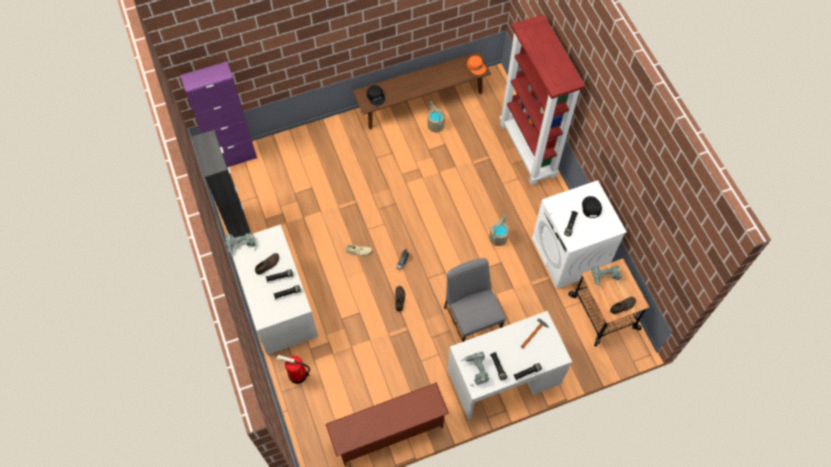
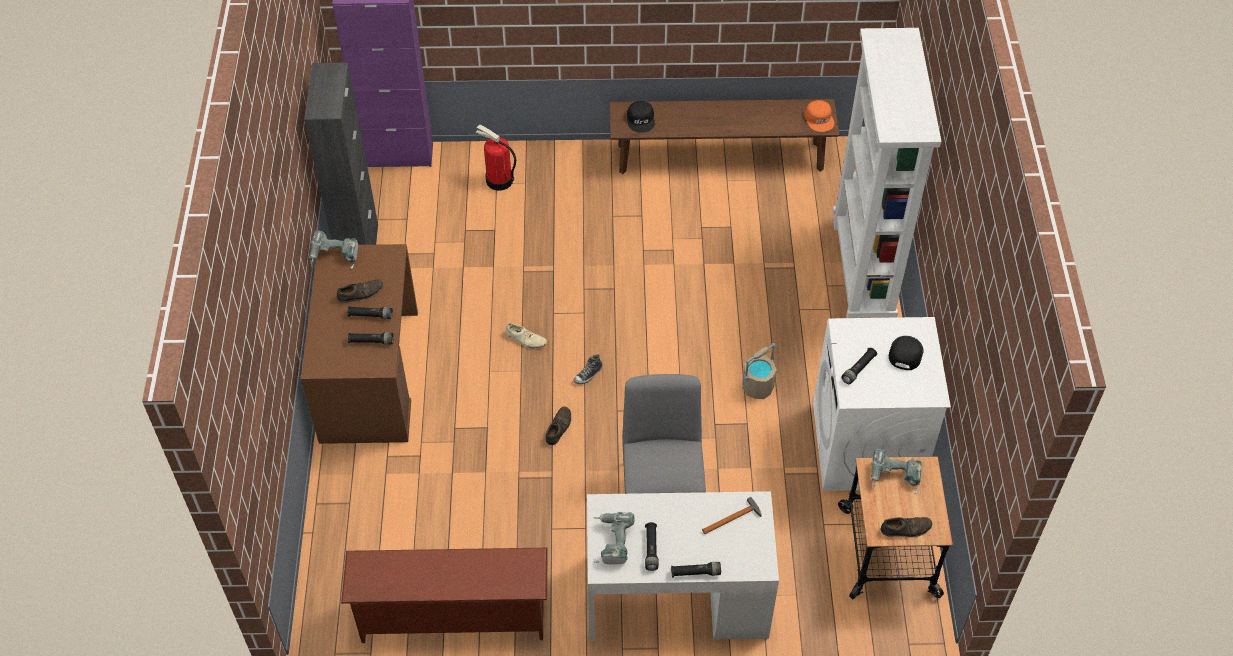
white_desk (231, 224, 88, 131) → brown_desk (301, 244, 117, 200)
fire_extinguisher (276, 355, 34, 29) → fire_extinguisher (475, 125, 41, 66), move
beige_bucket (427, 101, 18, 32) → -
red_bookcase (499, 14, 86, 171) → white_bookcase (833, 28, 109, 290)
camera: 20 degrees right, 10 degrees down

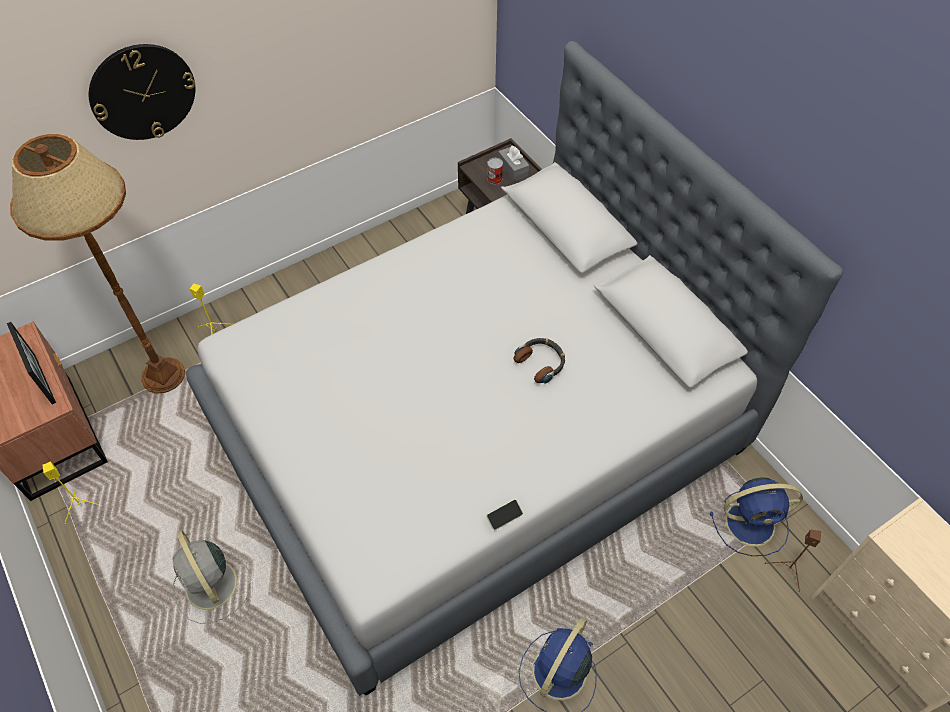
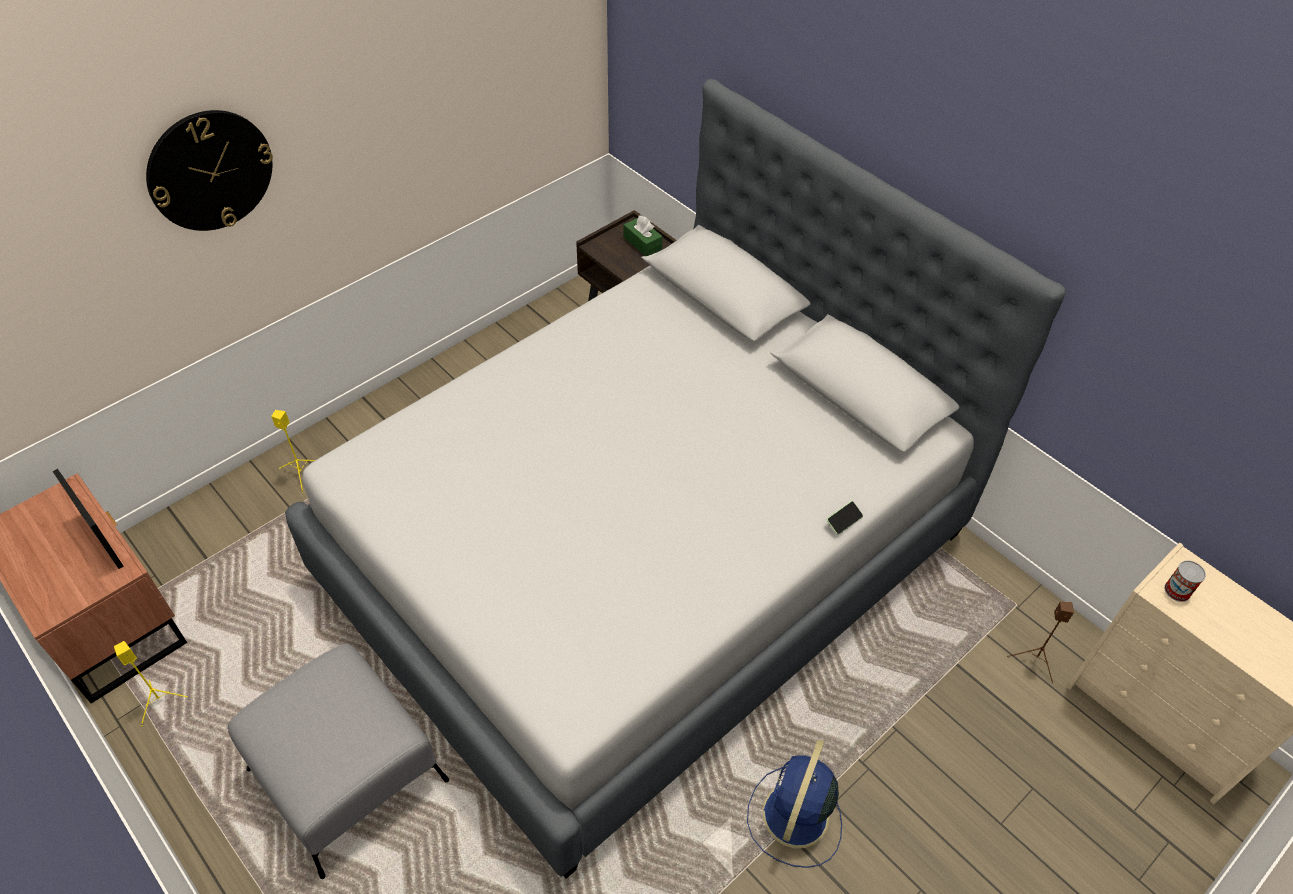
brown_floor_lamp (10, 134, 175, 260) → -
grey_fan (173, 531, 78, 93) → grey_ottoman (228, 643, 221, 236)
phone (486, 499, 37, 31) → phone (827, 501, 36, 34), move
can (487, 158, 16, 26) → can (1164, 560, 42, 42), move
grey_tissue_box (498, 145, 31, 36) → green_tissue_box (624, 215, 39, 41)
headphones (514, 338, 51, 45) → -
blue_fan (710, 477, 93, 79) → -
camera: 10 degrees left, 5 degrees down

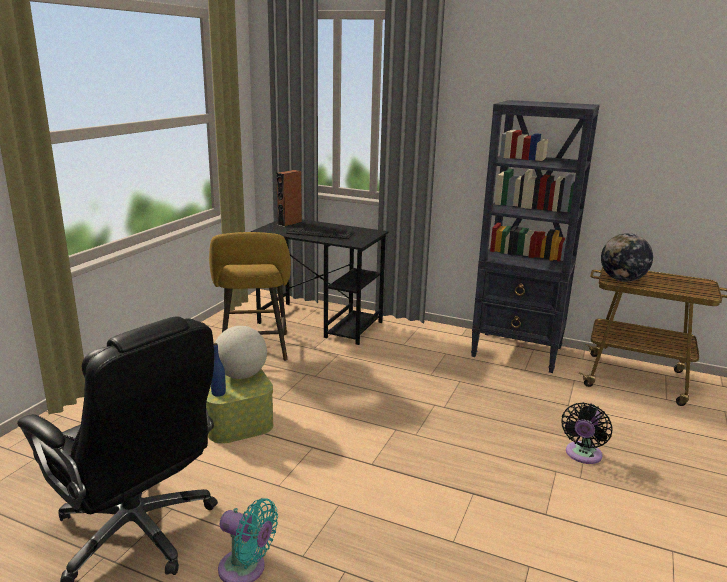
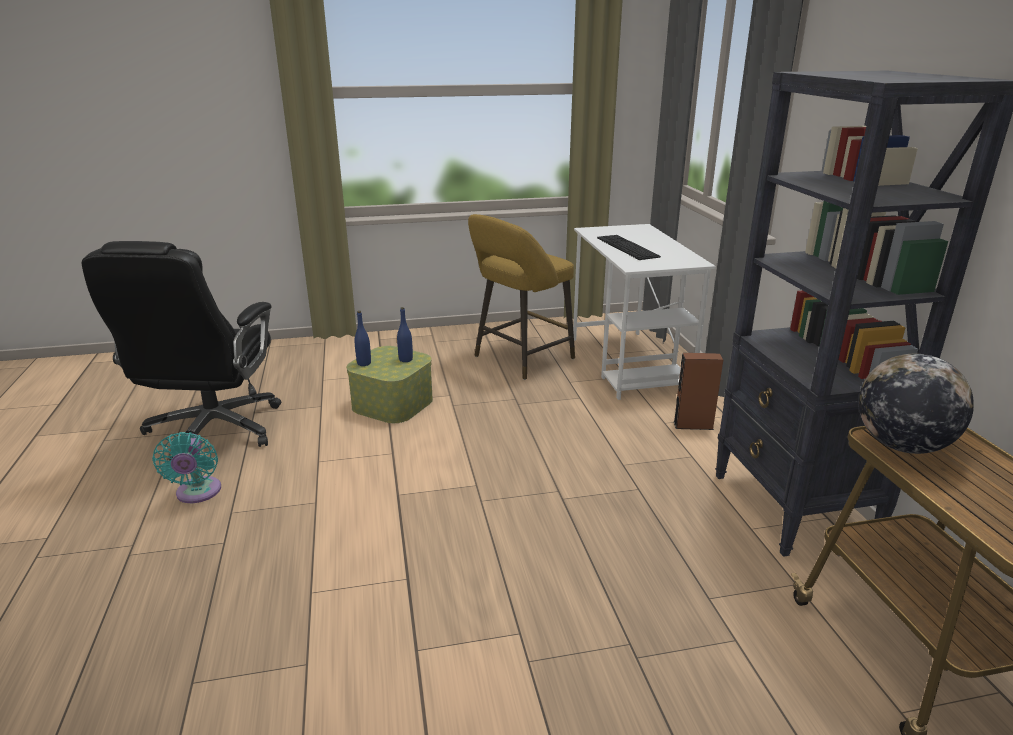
globe (215, 326, 52, 53) → blue_bottle (397, 307, 16, 55)
black_desk (251, 219, 137, 126) → white_desk (573, 224, 143, 176)
brown_speaker (277, 170, 25, 57) → brown_speaker (674, 353, 49, 77), move
black_fan (561, 402, 51, 62) → -
camera: 55 degrees right, 5 degrees up

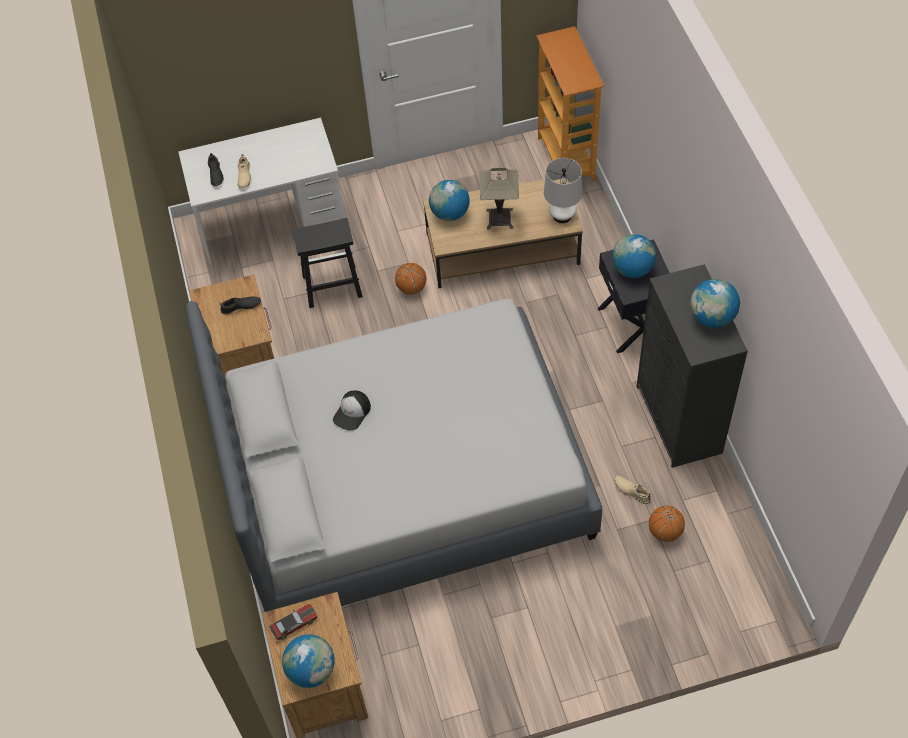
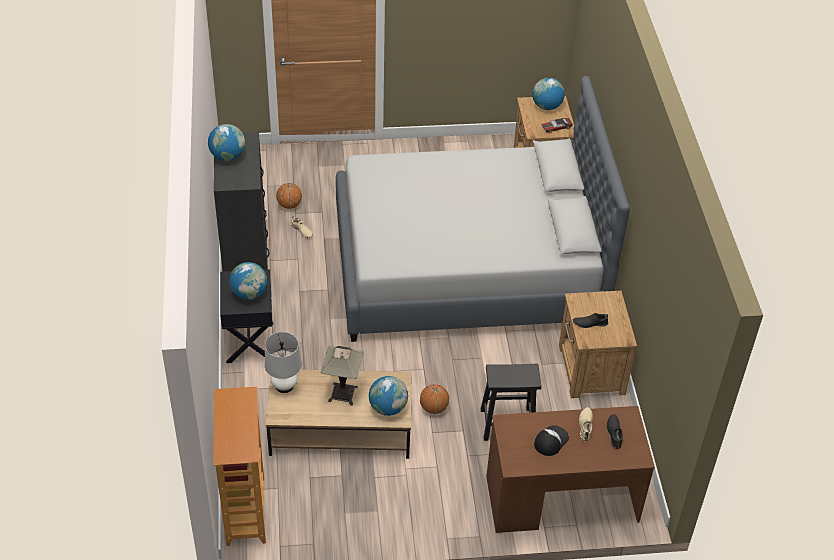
white_desk (178, 118, 167, 146) → brown_desk (486, 406, 169, 127)
cap (333, 390, 38, 41) → cap (534, 425, 35, 31), move
camera: 175 degrees left, 10 degrees down

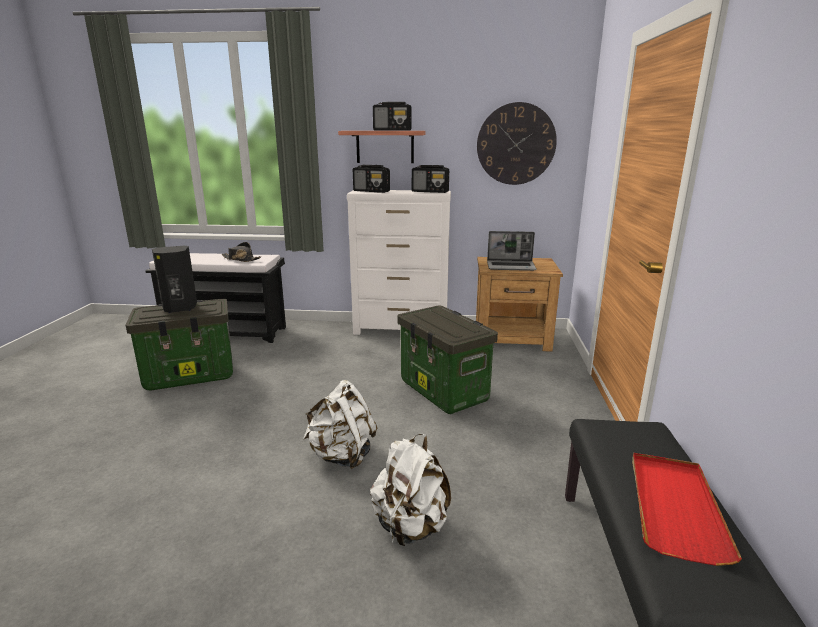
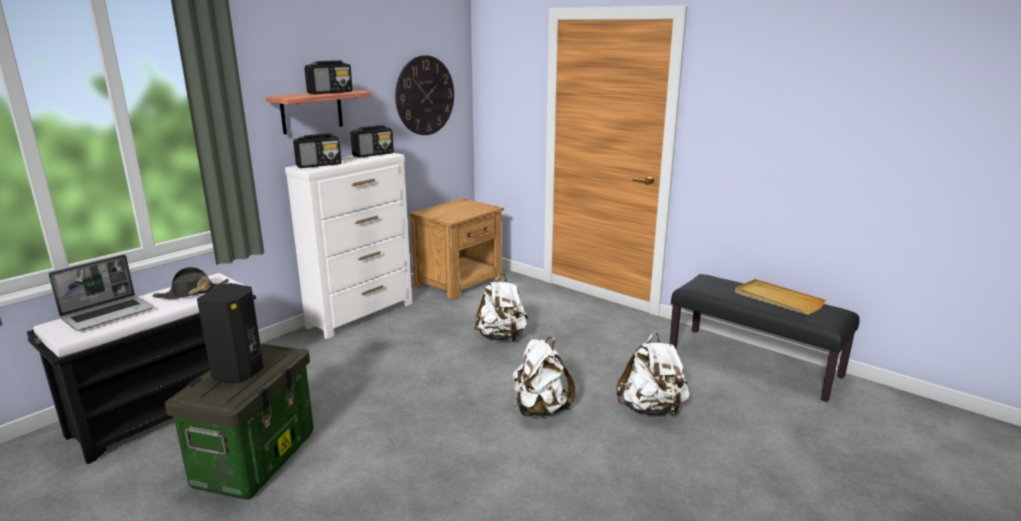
storage_box (397, 306, 101, 108) → white_backpack (474, 274, 54, 68)
laptop (487, 231, 50, 40) → laptop (48, 255, 105, 76), move
red_tray (632, 453, 110, 113) → beige_tray (735, 279, 91, 36)
camera: 55 degrees left, 0 degrees up

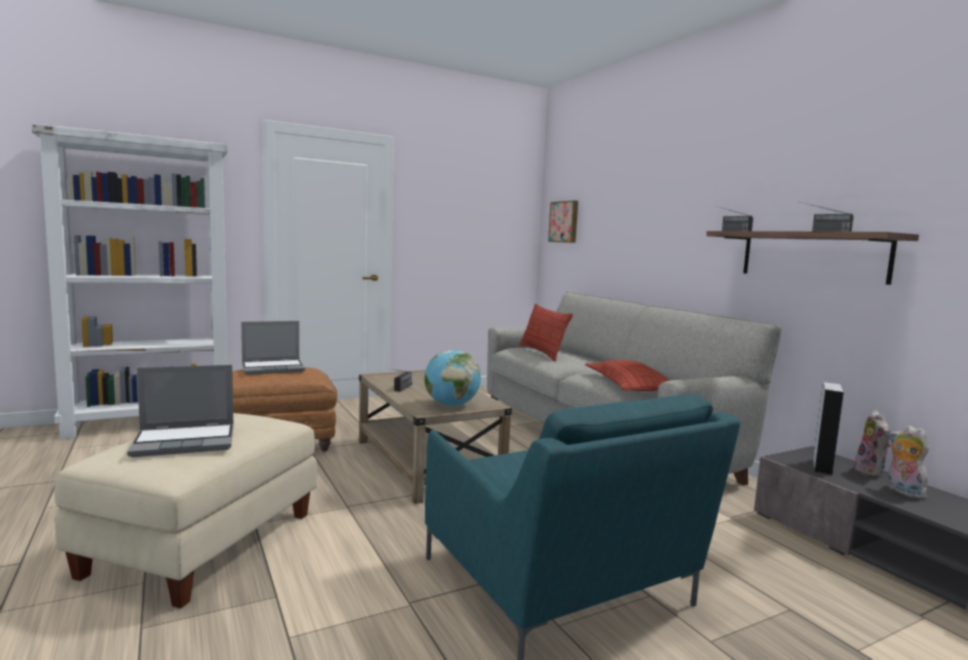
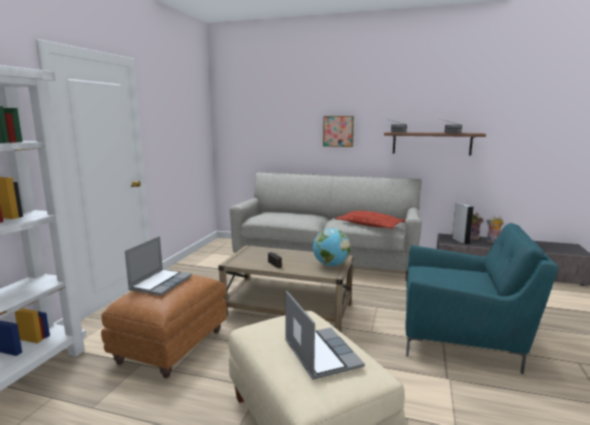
laptop (127, 365, 107, 92) → laptop (285, 290, 80, 90), 45 degrees counterclockwise
pillow (519, 304, 54, 57) → -
picture (548, 201, 30, 42) → picture (323, 116, 31, 31), move
camera: 45 degrees left, 5 degrees up

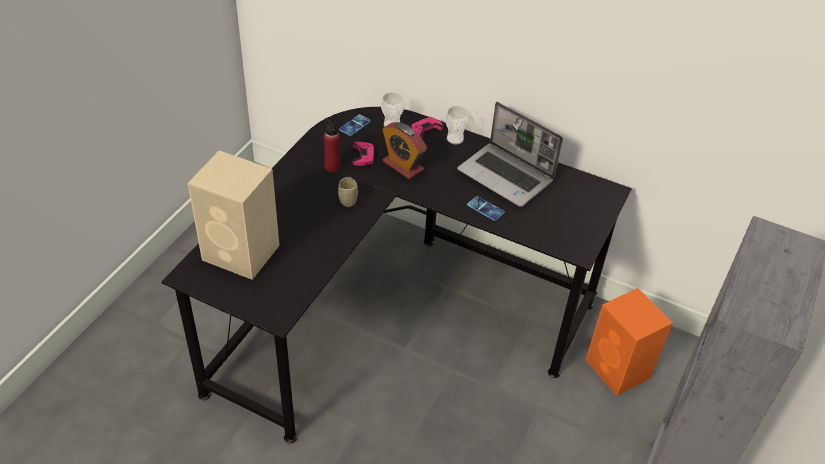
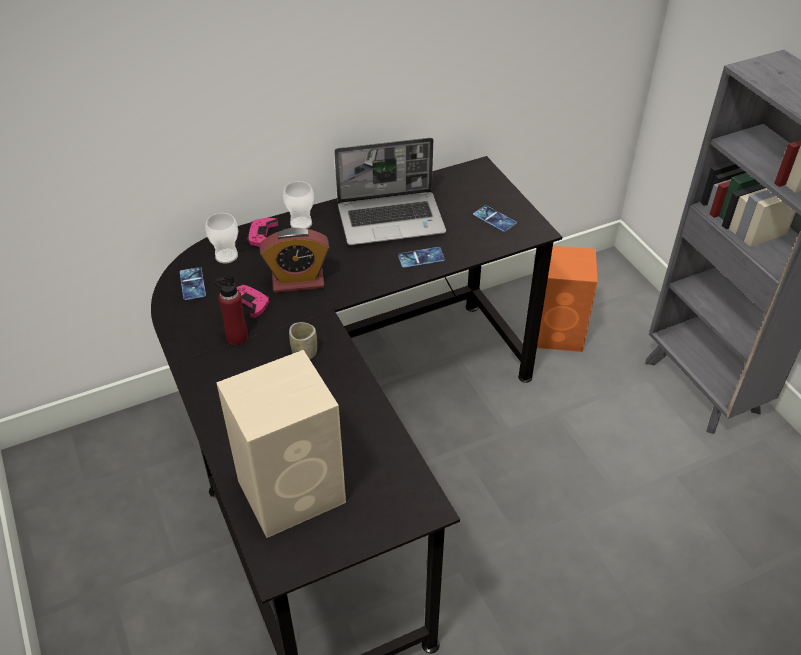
- → phone (473, 205, 44, 27)
camera: 50 degrees left, 0 degrees up

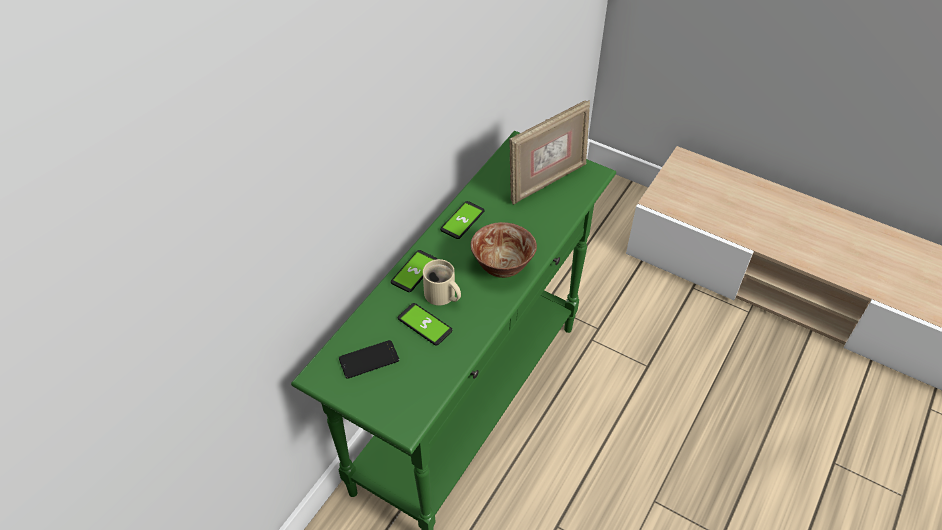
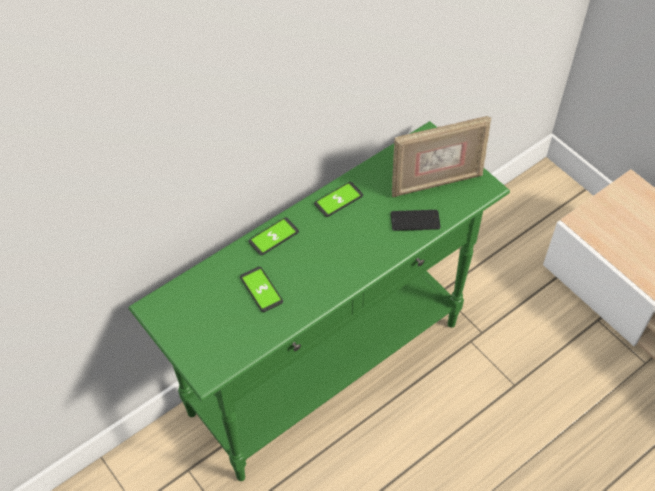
phone (339, 340, 60, 39) → phone (391, 210, 49, 21), move
beige_mug (423, 259, 38, 47) → -
bowl (471, 222, 66, 56) → -
camera: 20 degrees right, 5 degrees up

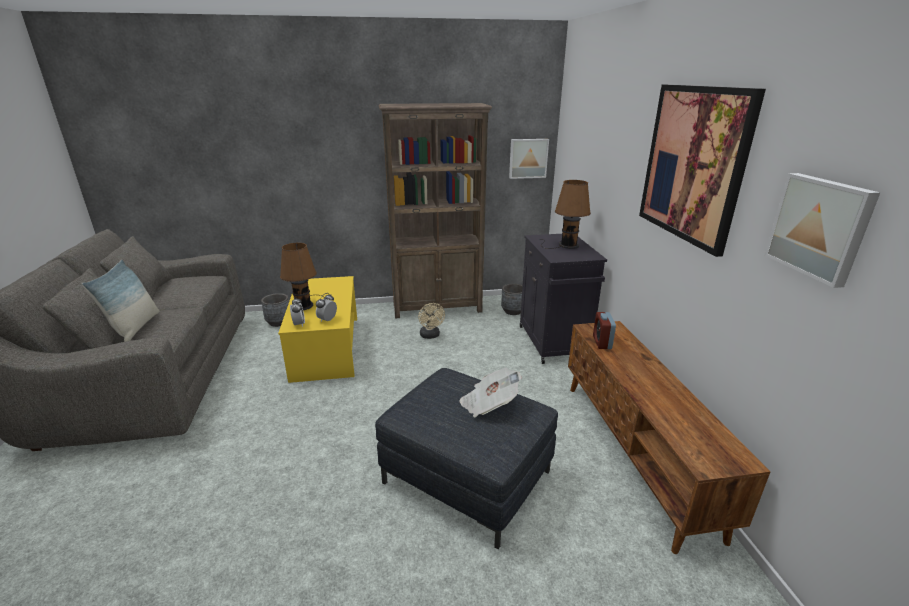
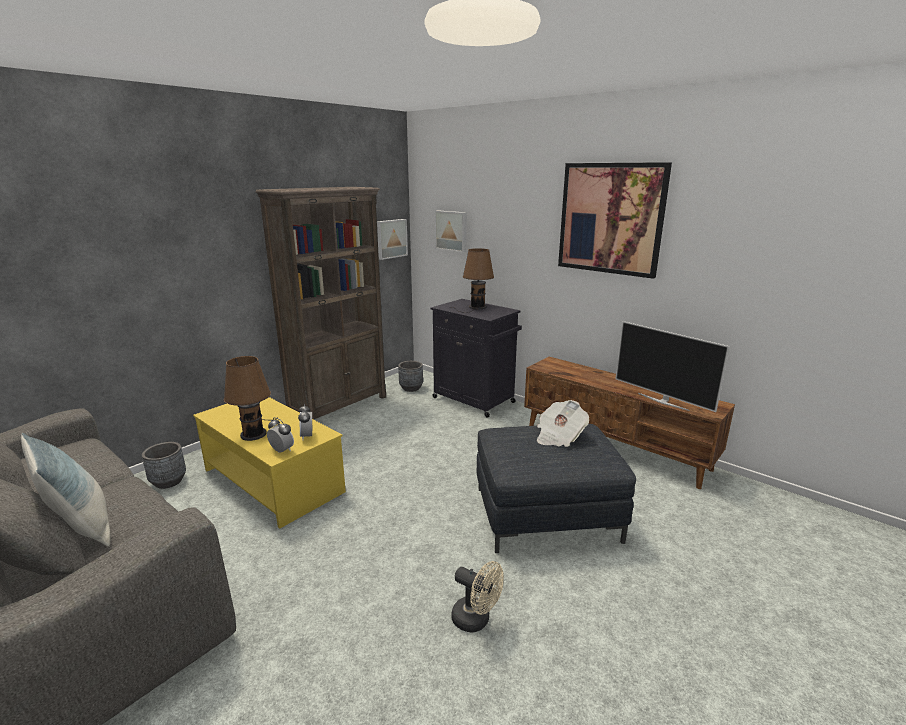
beige_fan (418, 303, 27, 36) → beige_fan (451, 561, 53, 72), move
alarm_clock (593, 312, 23, 37) → -
picture (764, 173, 116, 115) → picture (435, 210, 32, 42), move
- → television (615, 321, 115, 91)
camera: 40 degrees left, 5 degrees down

